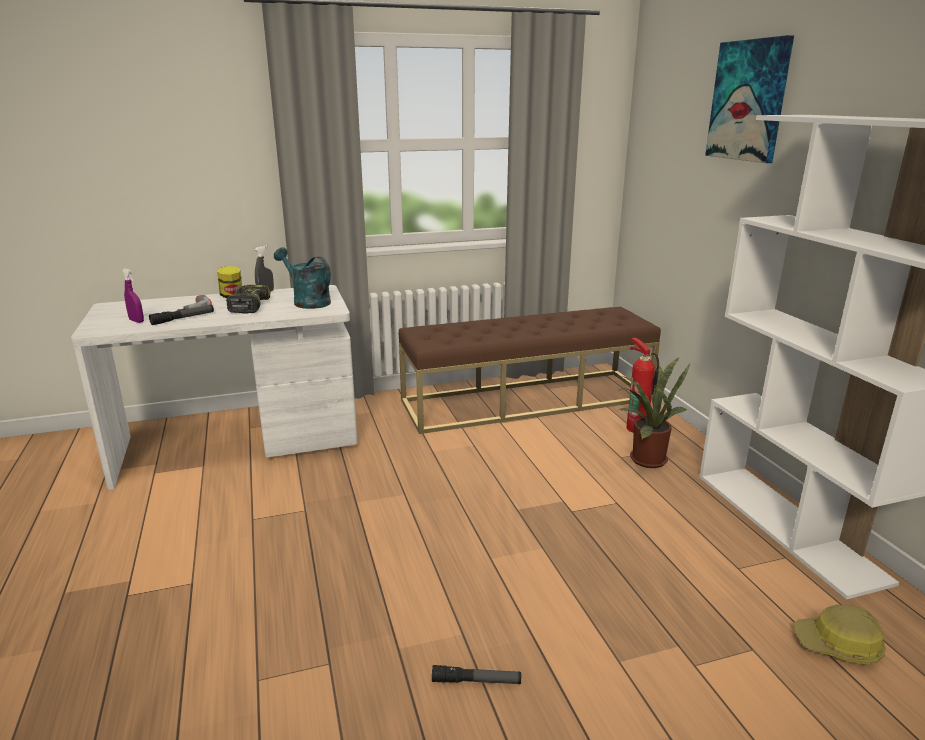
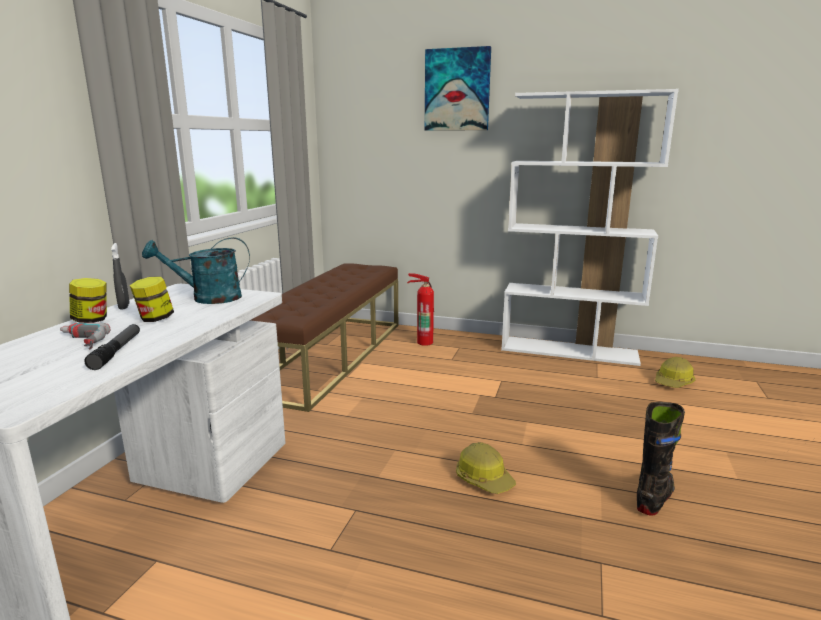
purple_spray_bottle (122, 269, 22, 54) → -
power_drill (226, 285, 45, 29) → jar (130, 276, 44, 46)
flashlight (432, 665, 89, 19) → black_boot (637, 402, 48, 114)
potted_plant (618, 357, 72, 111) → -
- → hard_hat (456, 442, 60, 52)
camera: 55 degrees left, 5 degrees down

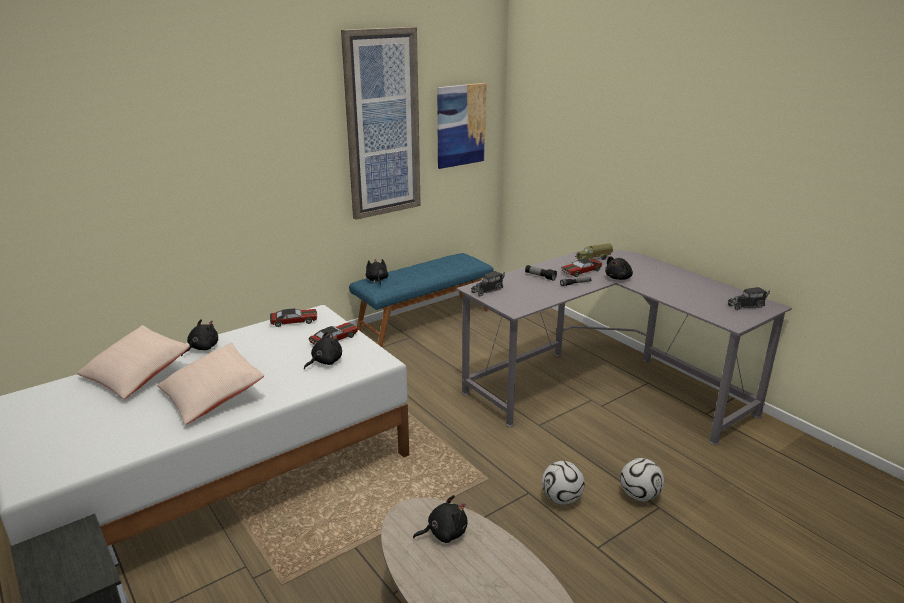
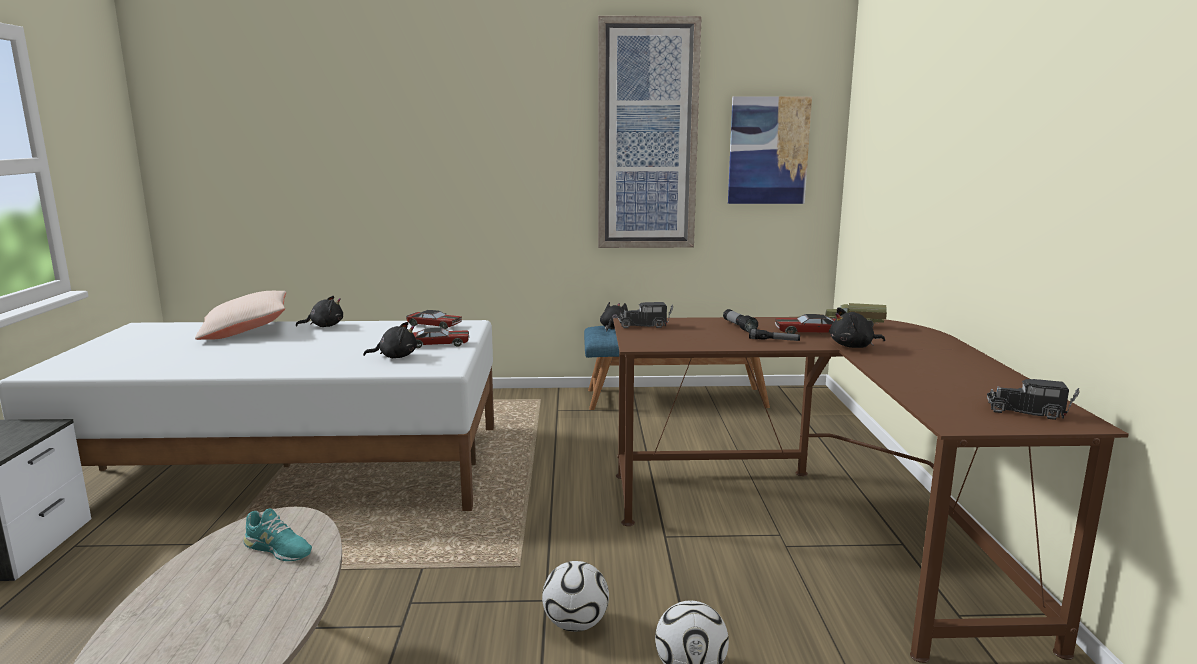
beige_pillow (157, 342, 107, 83) → -
black_plush_toy (413, 495, 54, 48) → turquoise_shoe (244, 509, 68, 52)
grey_desk (456, 249, 336, 196) → brown_desk (613, 317, 516, 346)
camera: 35 degrees right, 10 degrees down

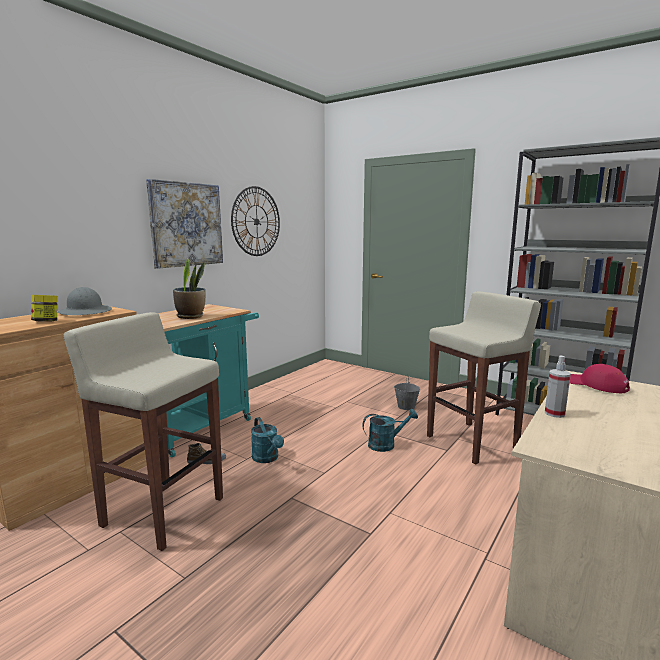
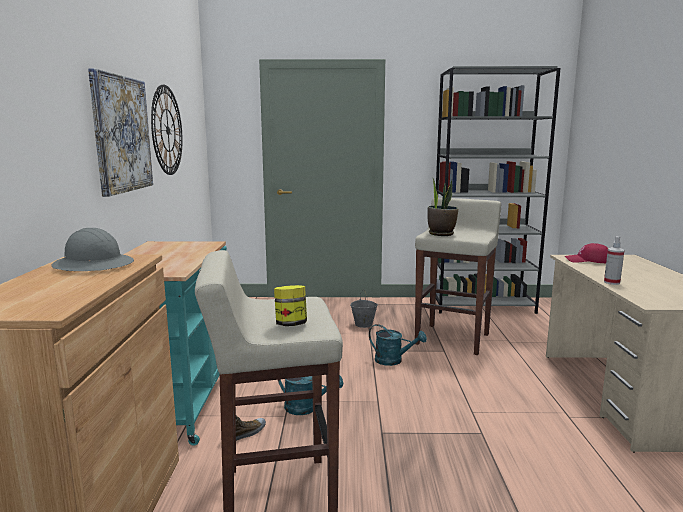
jar (31, 295, 27, 27) → jar (274, 285, 33, 41), move
potted_plant (173, 258, 33, 61) → potted_plant (427, 177, 32, 59), move
turquoise_watering_can (362, 409, 56, 43) → turquoise_watering_can (369, 324, 58, 42), 75 degrees clockwise
camera: 35 degrees left, 0 degrees up

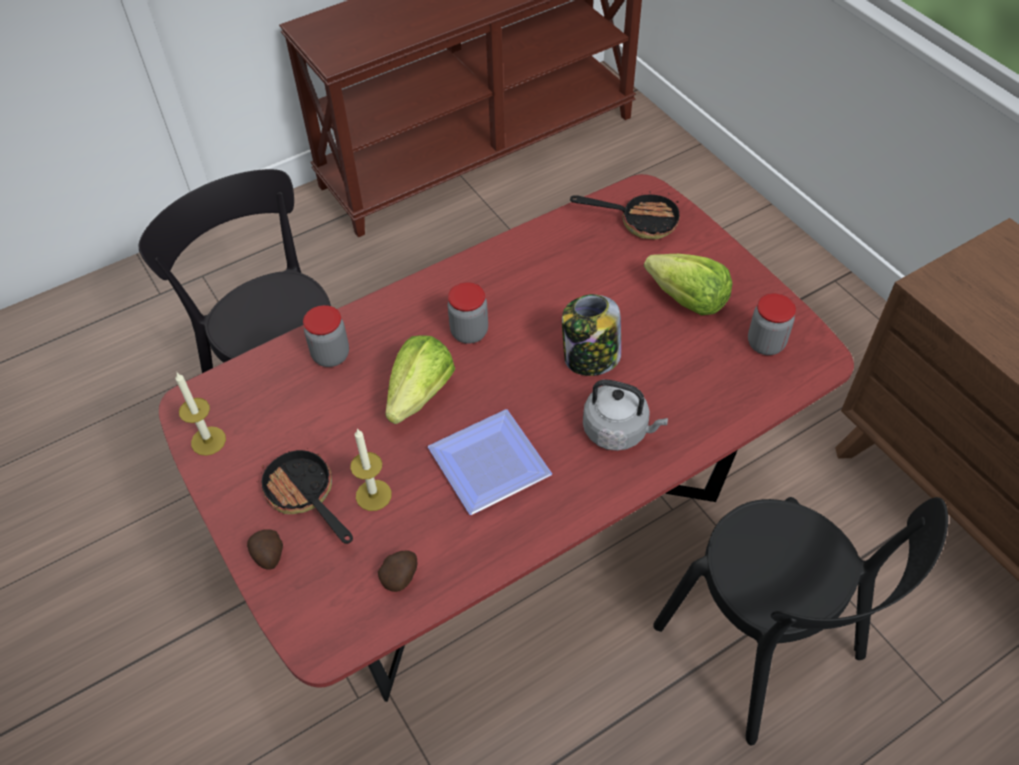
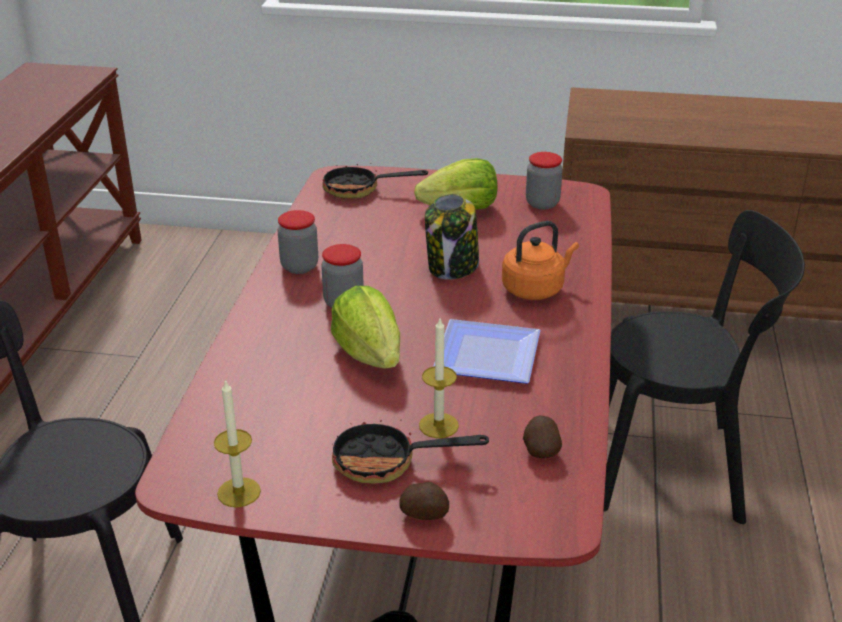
jar (303, 305, 46, 62) → jar (277, 210, 41, 64), move
frying_pan (570, 192, 110, 47) → frying_pan (323, 156, 105, 43), 135 degrees counterclockwise
grey_kettle (583, 379, 85, 72) → orange_kettle (502, 221, 77, 79)
camera: 50 degrees left, 20 degrees down

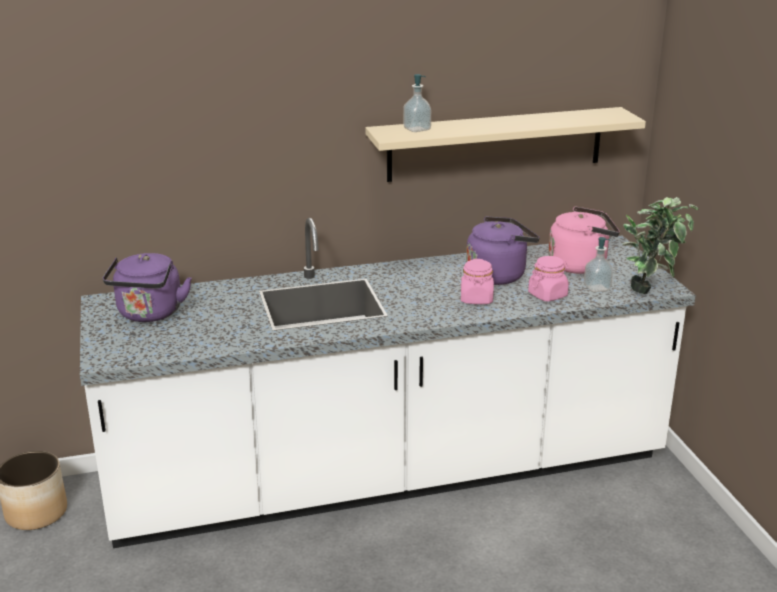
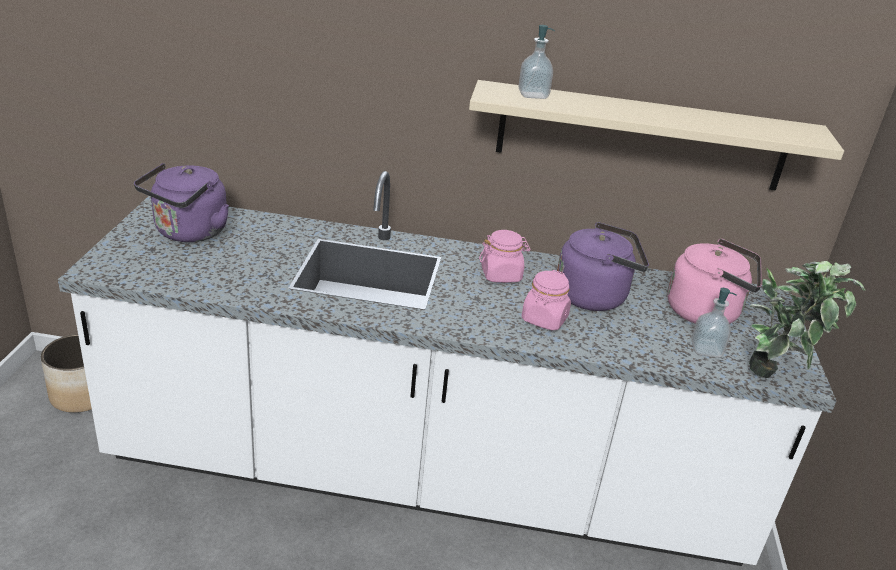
pink_jar (528, 256, 41, 45) → pink_jar (479, 230, 52, 53), move
camera: 20 degrees right, 5 degrees up

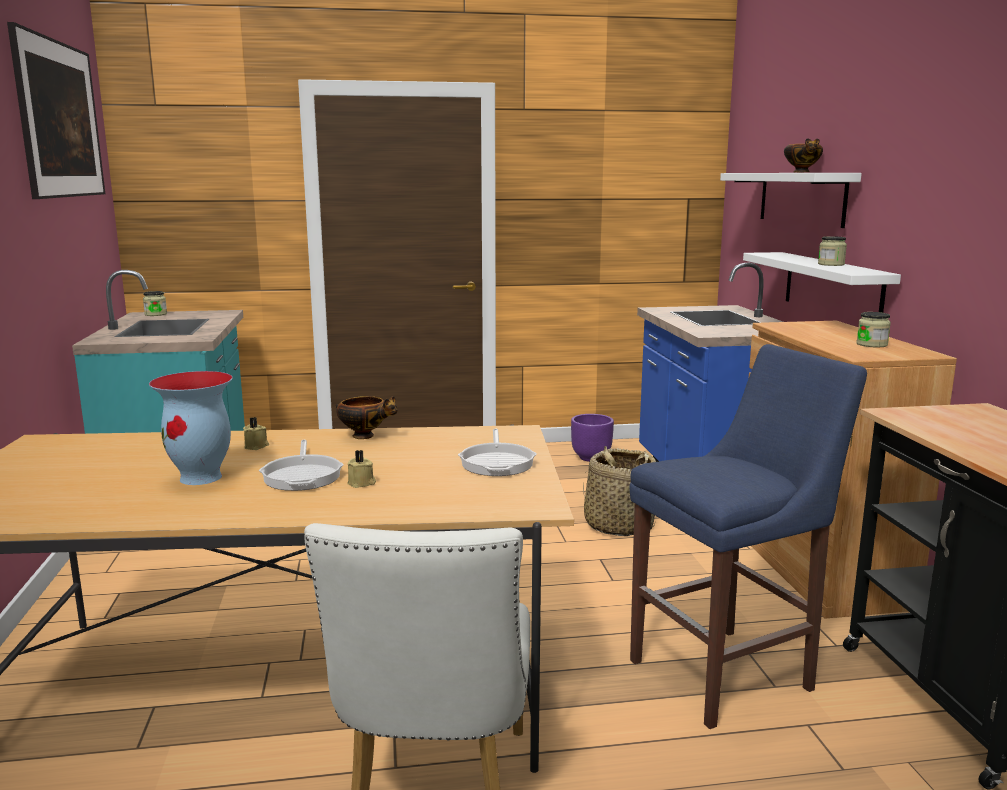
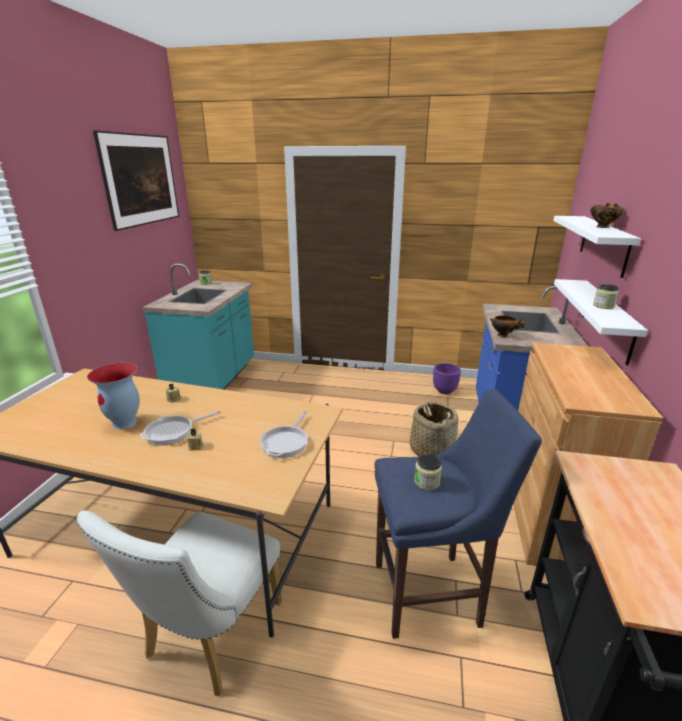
frying_pan (259, 440, 85, 51) → frying_pan (140, 411, 81, 35), 45 degrees clockwise
bowl (336, 396, 61, 43) → bowl (490, 316, 35, 21), move
jar (856, 312, 35, 35) → jar (414, 453, 28, 37), move
camera: 20 degrees right, 10 degrees up

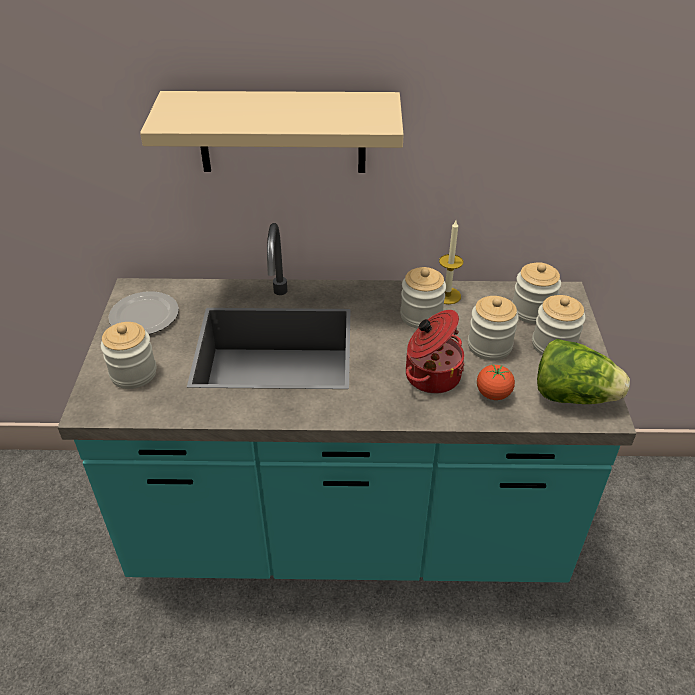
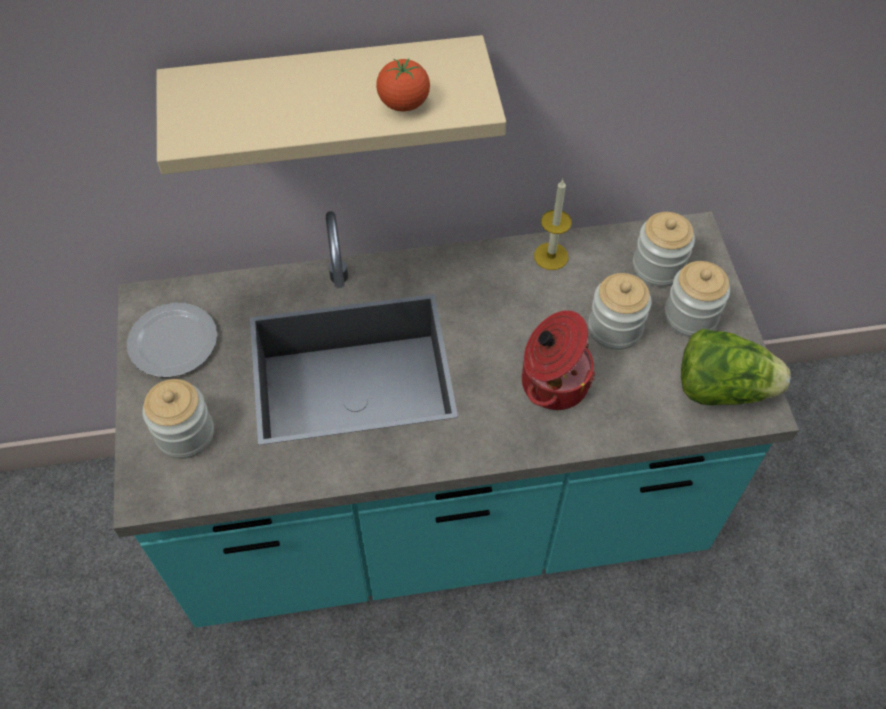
jar (400, 267, 46, 62) → -
tomato (477, 365, 38, 35) → tomato (376, 58, 54, 54), move
camera: 10 degrees left, 15 degrees up

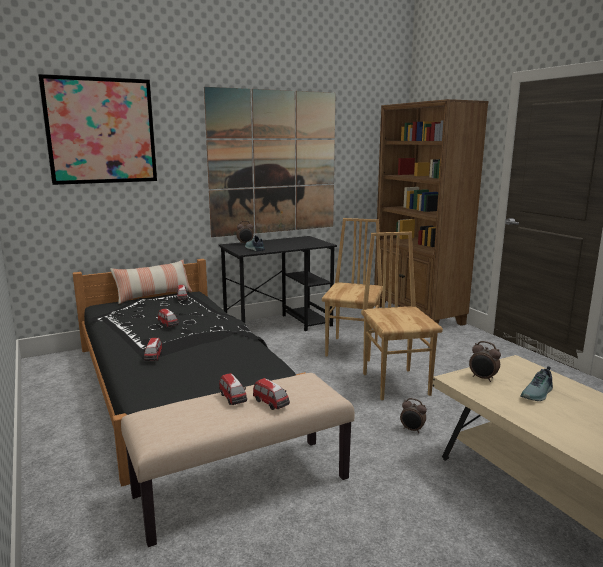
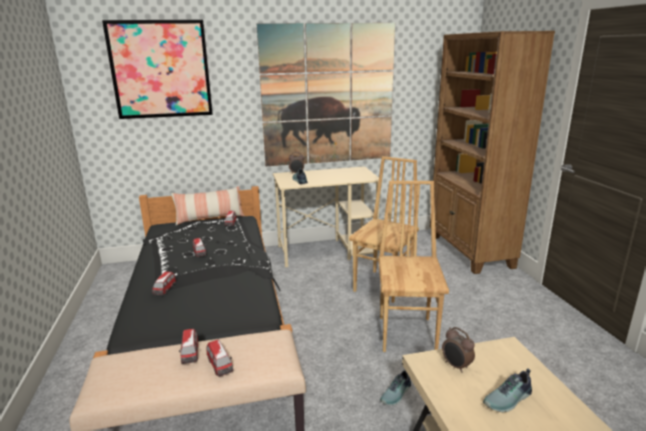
black_desk (219, 236, 118, 95) → beige_desk (273, 166, 106, 102)
alarm_clock (400, 398, 27, 35) → shoe (380, 370, 31, 35)
camera: 15 degrees right, 5 degrees up

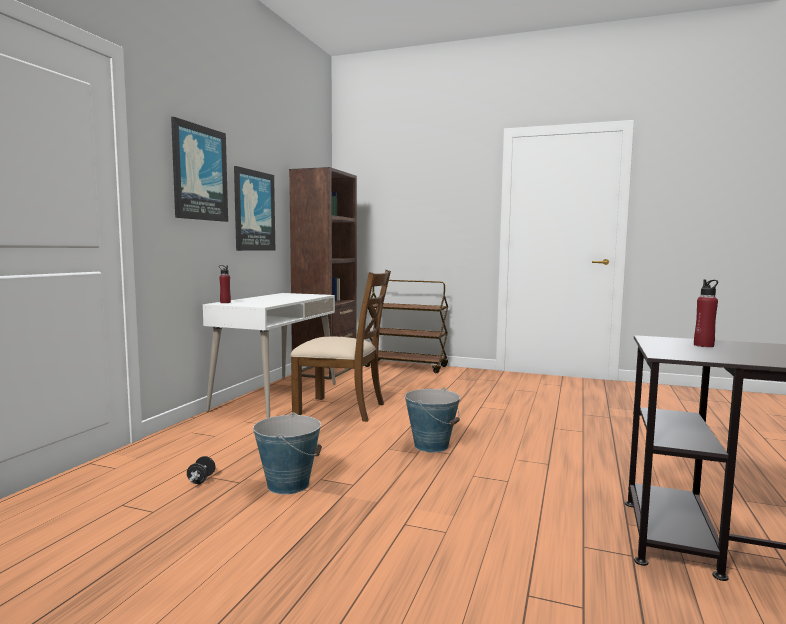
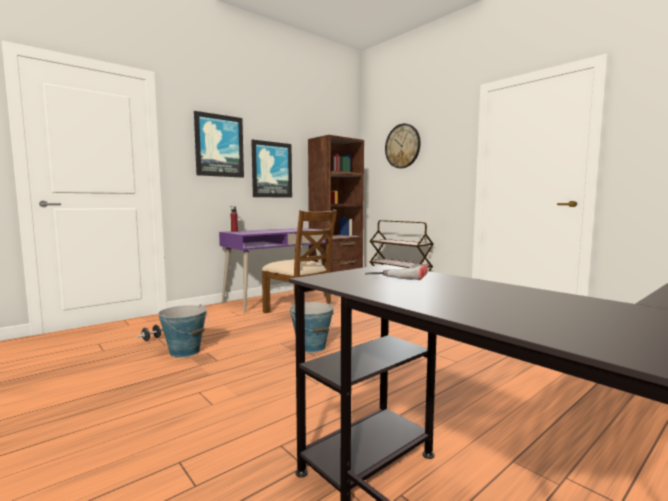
white_desk (203, 293, 133, 125) → purple_desk (219, 228, 107, 85)
red_bottle (694, 280, 24, 67) → power_drill (365, 264, 63, 16)
- → wall_clock (385, 124, 36, 44)
camera: 30 degrees right, 0 degrees up

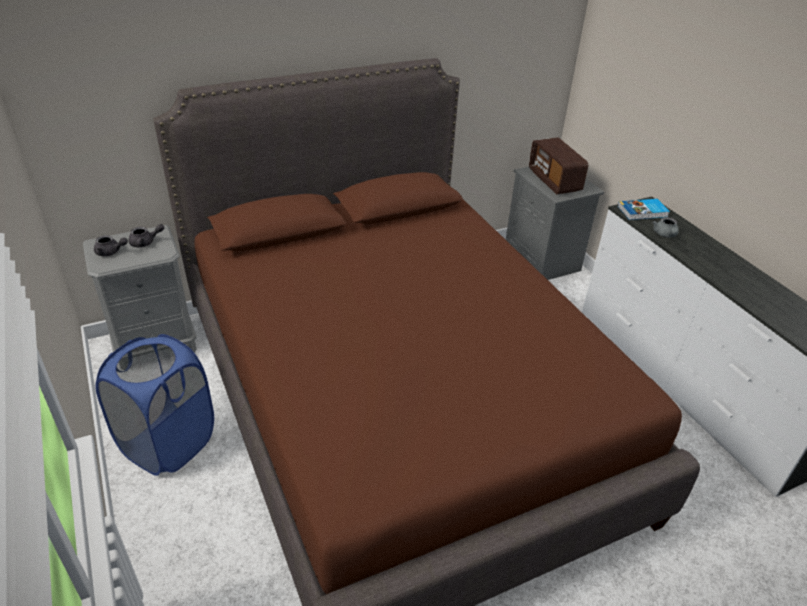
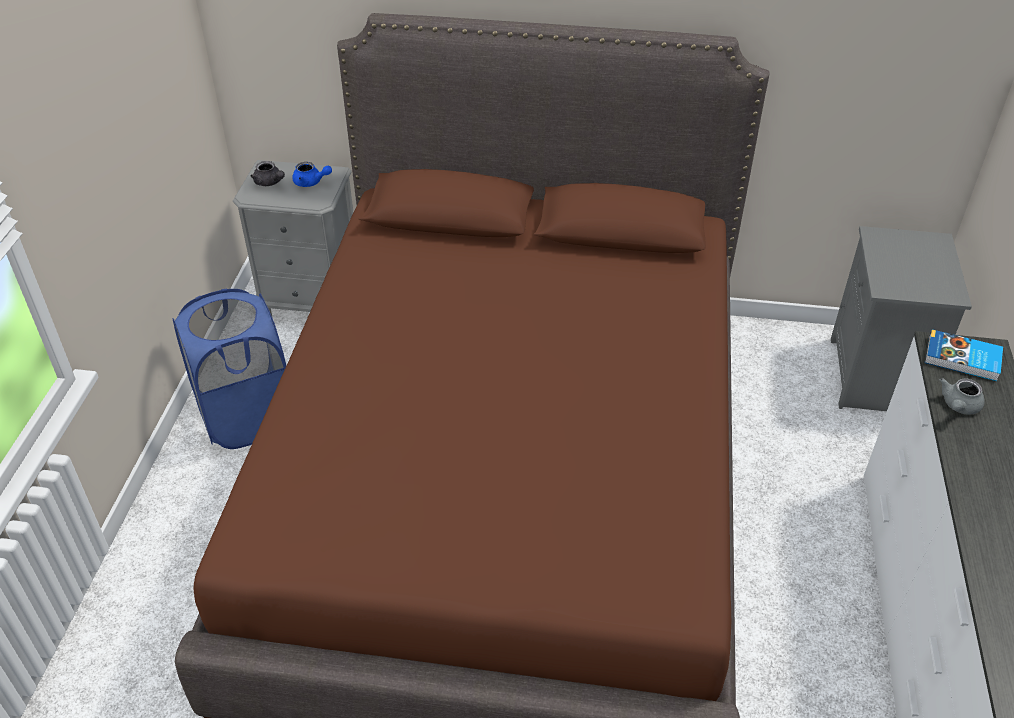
grey_teapot (129, 224, 35, 23) → blue_teapot (292, 162, 40, 25)
radio (529, 137, 59, 57) → -
camera: 35 degrees right, 5 degrees up

